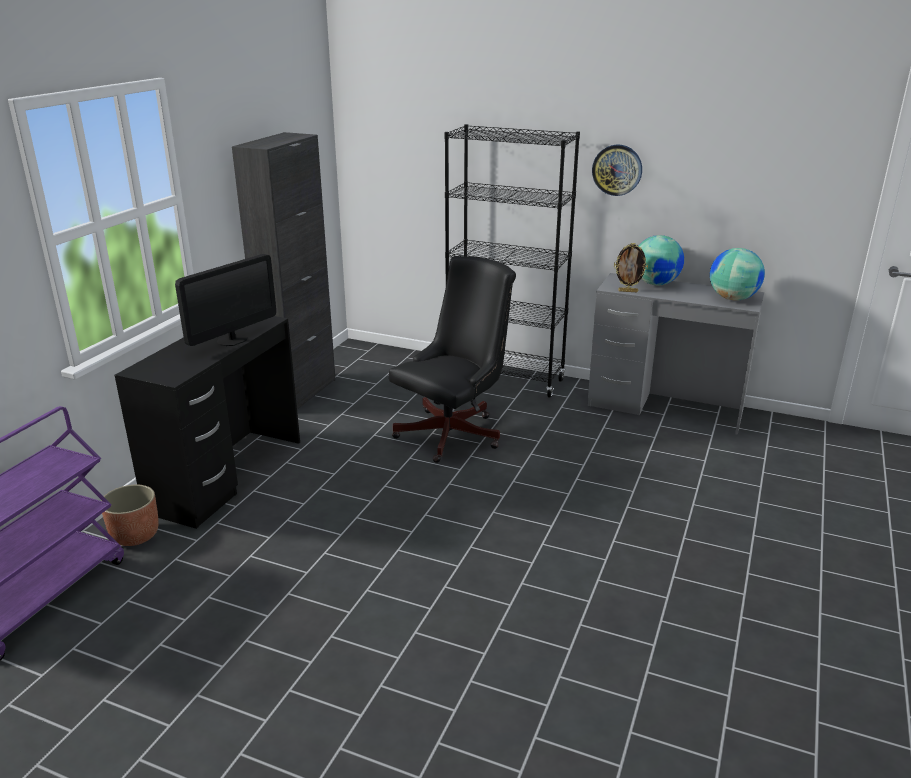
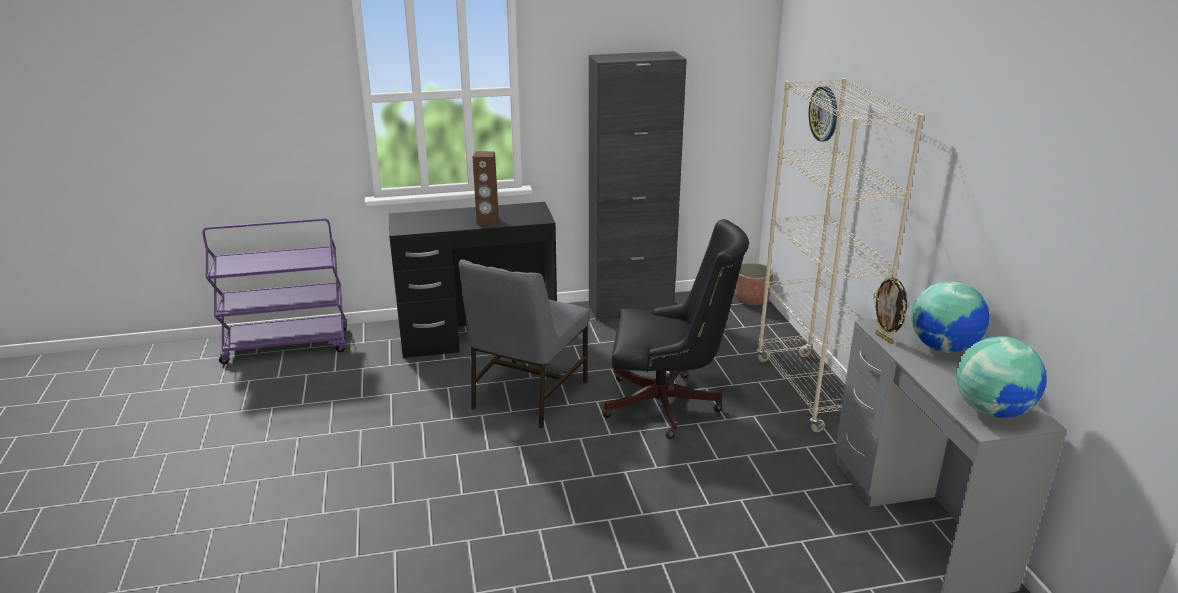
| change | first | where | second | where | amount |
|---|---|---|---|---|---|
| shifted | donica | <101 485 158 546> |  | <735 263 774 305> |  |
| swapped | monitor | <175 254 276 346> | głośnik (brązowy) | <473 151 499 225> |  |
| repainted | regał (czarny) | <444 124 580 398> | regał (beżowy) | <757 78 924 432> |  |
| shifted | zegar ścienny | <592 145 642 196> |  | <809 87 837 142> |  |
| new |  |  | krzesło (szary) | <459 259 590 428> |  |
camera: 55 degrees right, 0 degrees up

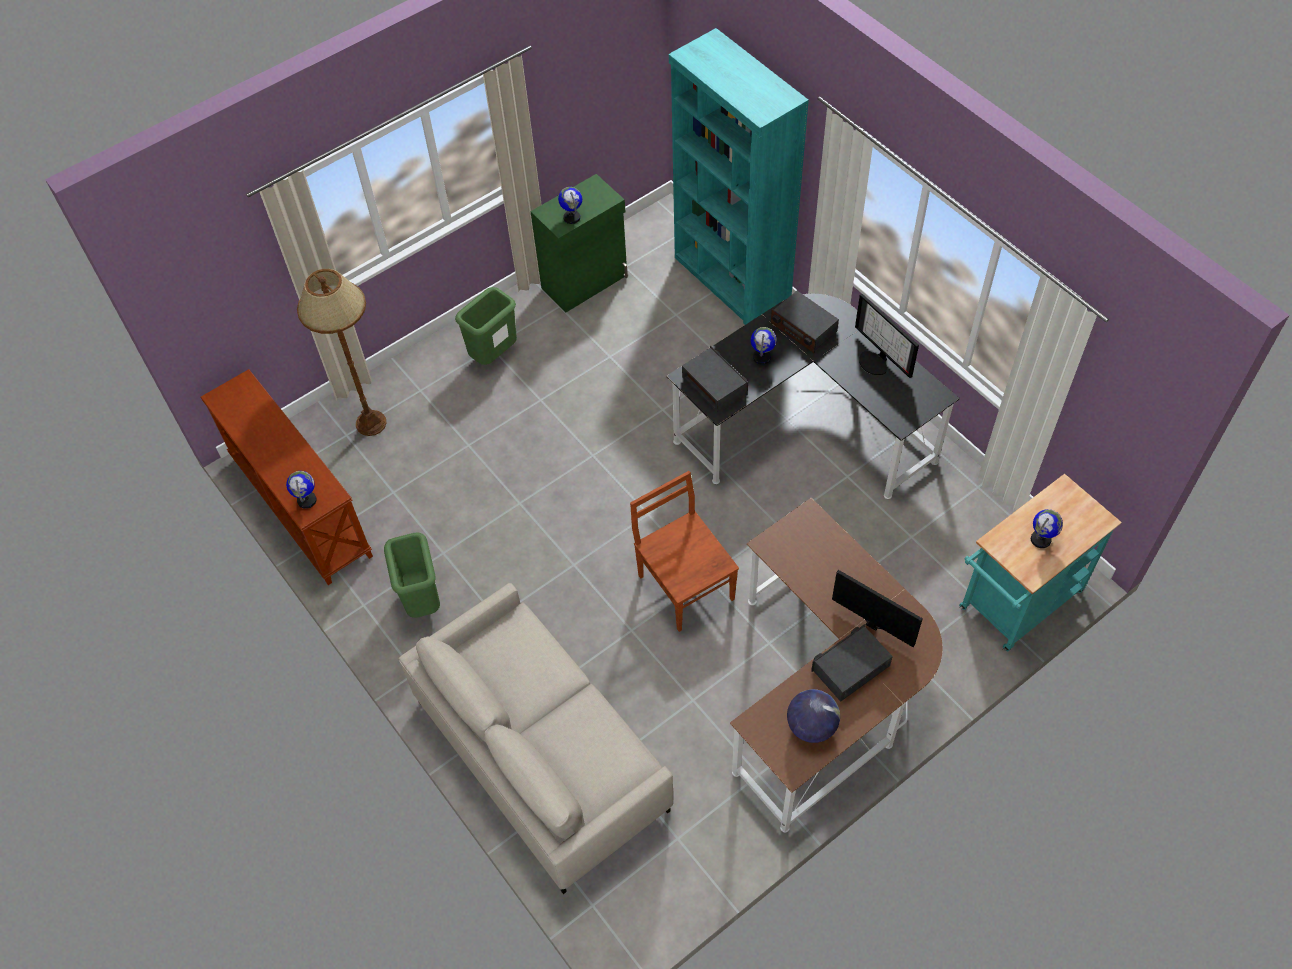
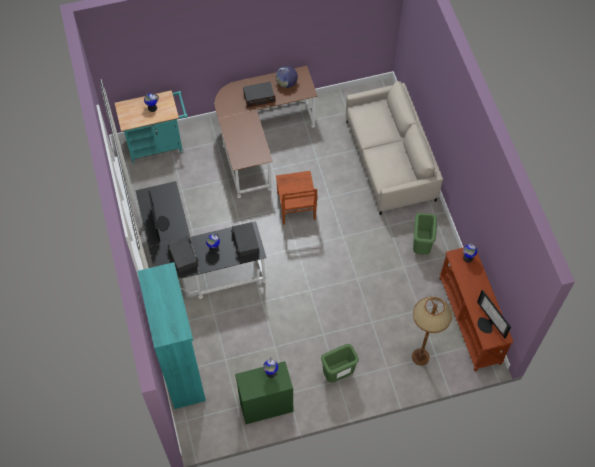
| change | first | where | second | where | amount |
|---|---|---|---|---|---|
| shifted | monitor | <832 570 923 647> |  | <477 290 511 338> |  |
camera: 160 degrees left, 5 degrees up

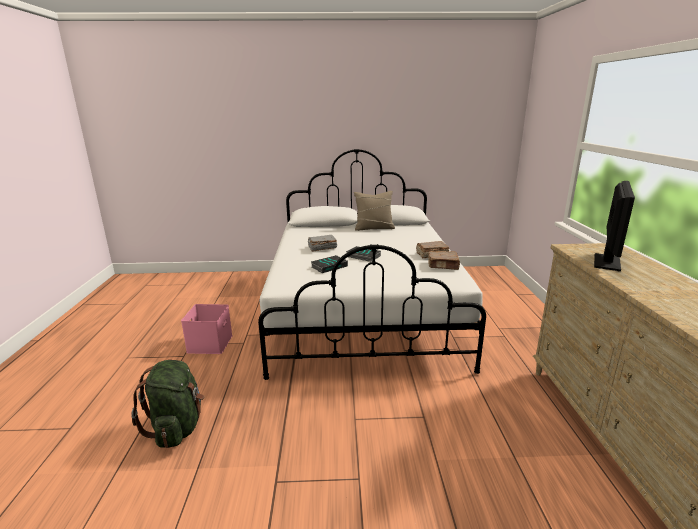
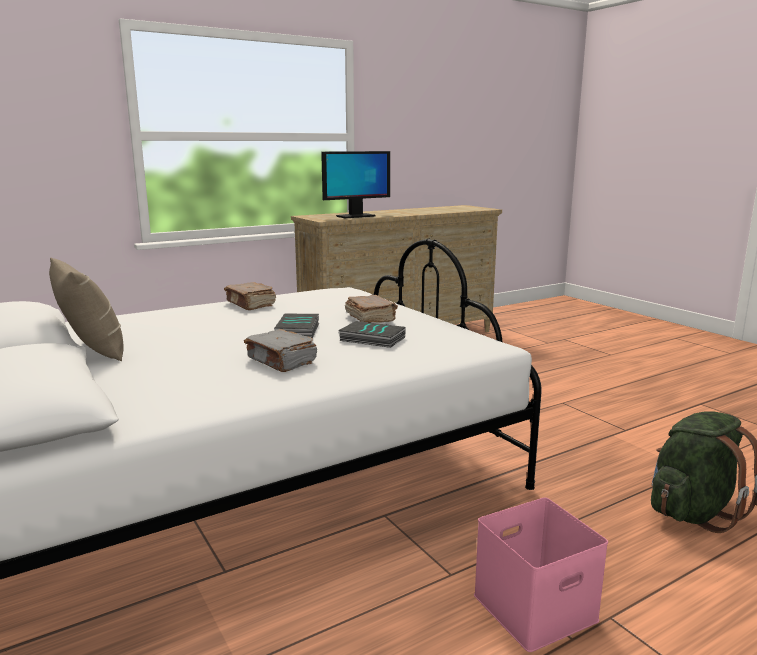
| change | first | where | second | where | amount |
|---|---|---|---|---|---|
| shifted | książka (brązowy) | <428 251 460 270> |  | <345 295 398 323> |  |
| rotated | monitor | <594 181 635 271> |  | <321 151 390 218> | 150 degrees clockwise |
camera: 120 degrees left, 5 degrees down

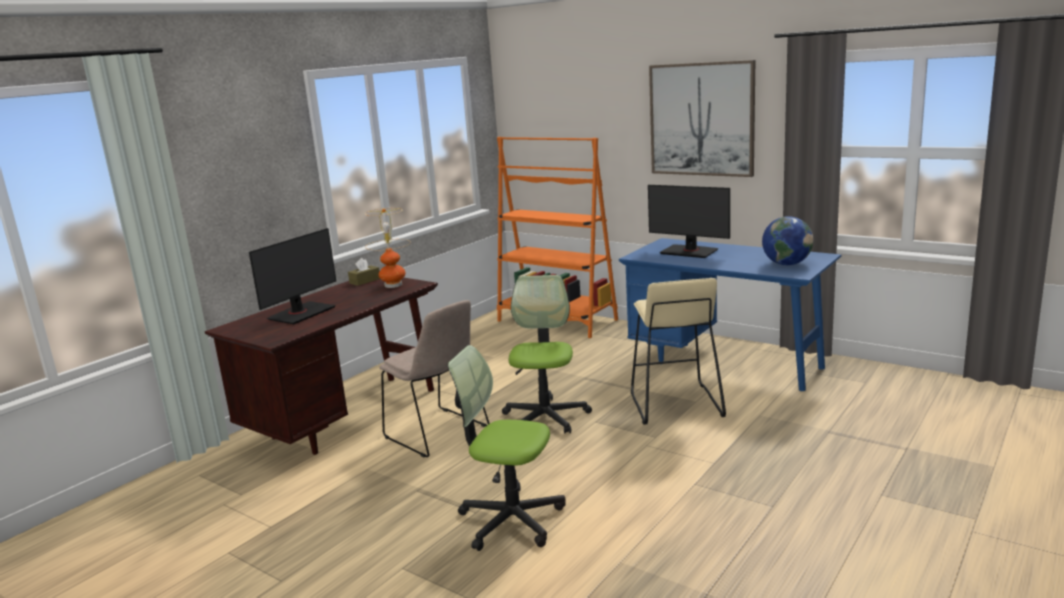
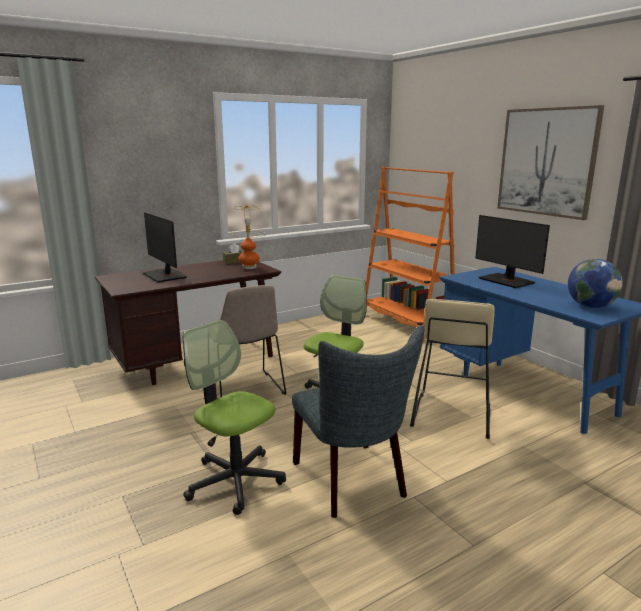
| change | first | where | second | where | amount |
|---|---|---|---|---|---|
| rotated | monitor | <249 228 336 324> |  | <142 212 187 282> | 90 degrees clockwise |
| new |  |  | krzesło (szary) | <292 325 424 518> |  |
camera: 20 degrees right, 0 degrees up

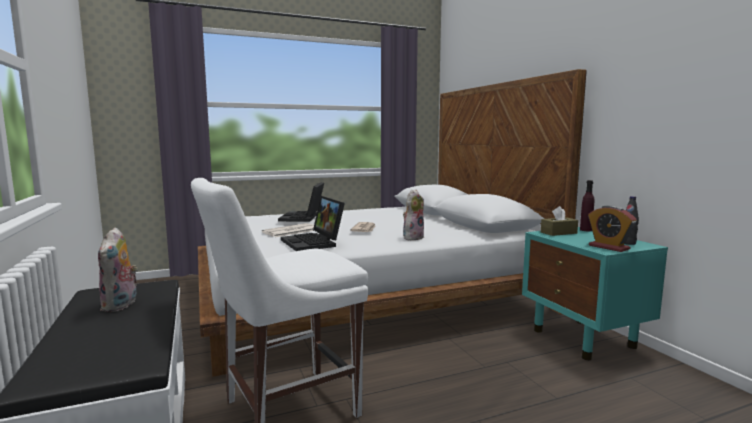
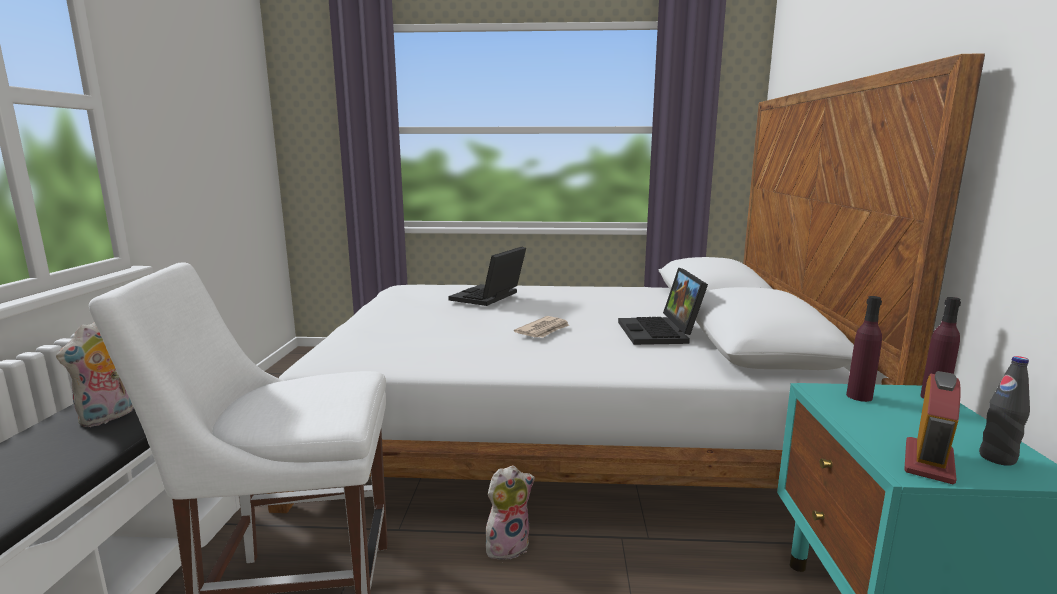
| change | first | where | second | where | amount |
|---|---|---|---|---|---|
| gone | gazeta | <262 223 314 237> |  |  |  |
| shifted | laptop | <281 196 345 251> |  | <618 268 708 345> |  |
| shifted | pluszak | <403 189 424 241> |  | <486 465 535 561> |  |
| swapped | pudełko chusteczek (brązowy) | <541 206 578 236> | butelka (fioletowy) | <846 296 882 402> |  |
| rotated | budzik | <588 205 637 252> |  | <904 371 961 484> | 135 degrees counterclockwise |
camera: 25 degrees right, 5 degrees up

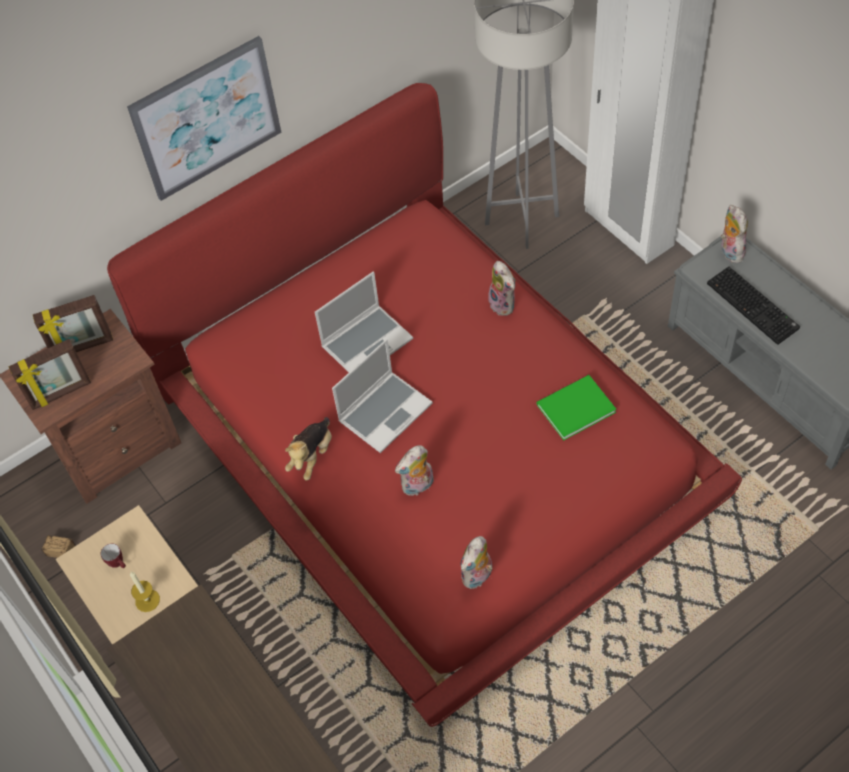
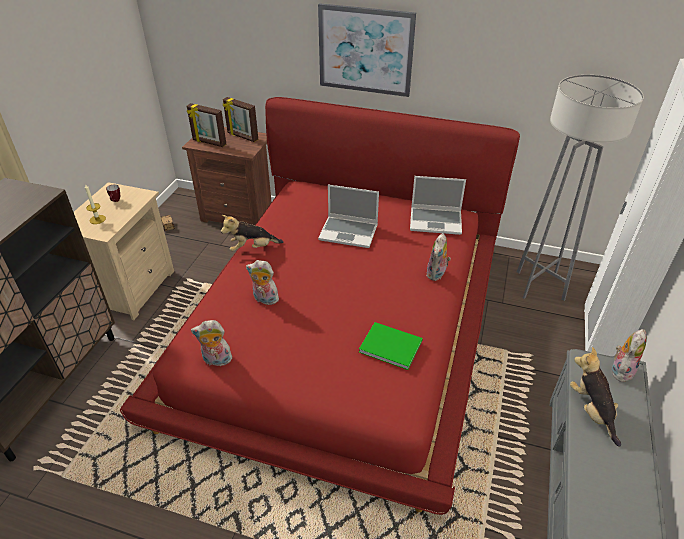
| change | first | where | second | where | amount |
|---|---|---|---|---|---|
| shifted | laptop | <332 339 433 453> |  | <410 176 466 235> |  |
| swapped | klawiatura | <707 266 800 345> | pluszak | <570 347 621 447> |  |
camera: 50 degrees right, 15 degrees down

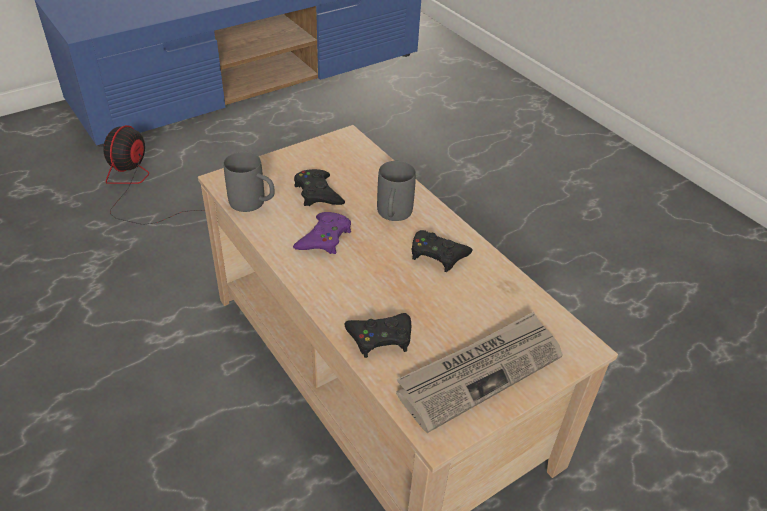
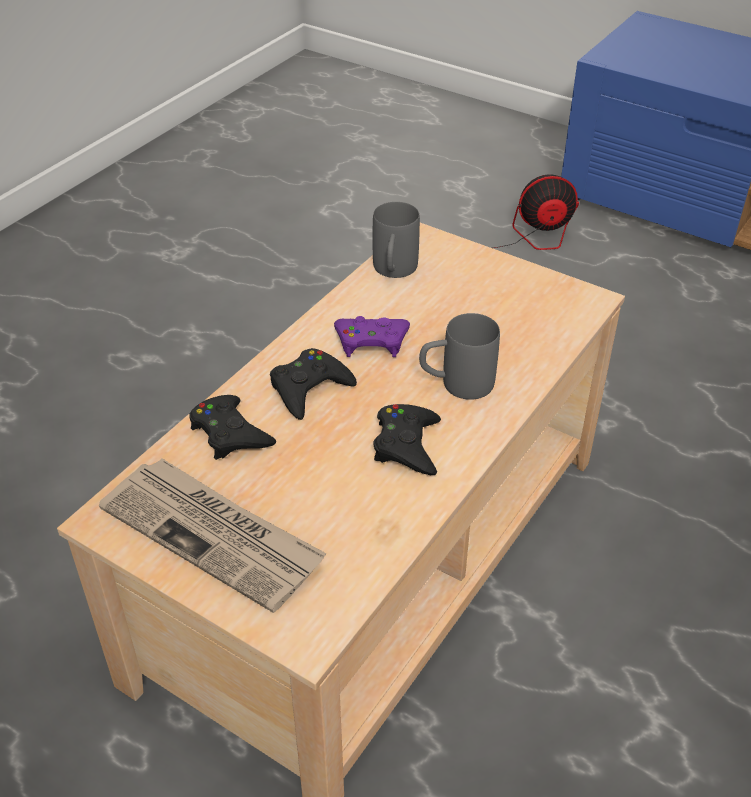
| change | first | where | second | where | amount |
|---|---|---|---|---|---|
| shifted | pad do gier (czarny) | <294 169 345 206> |  | <270 348 357 420> |  |
camera: 70 degrees right, 0 degrees up

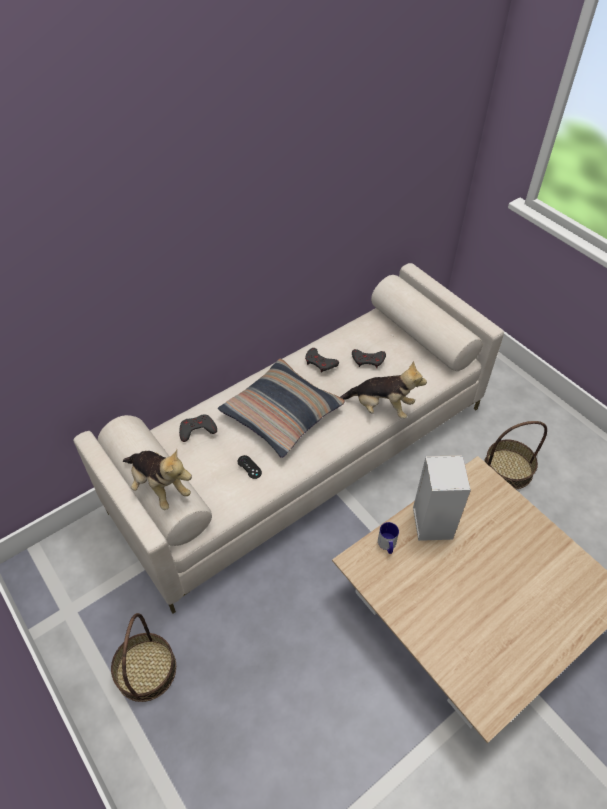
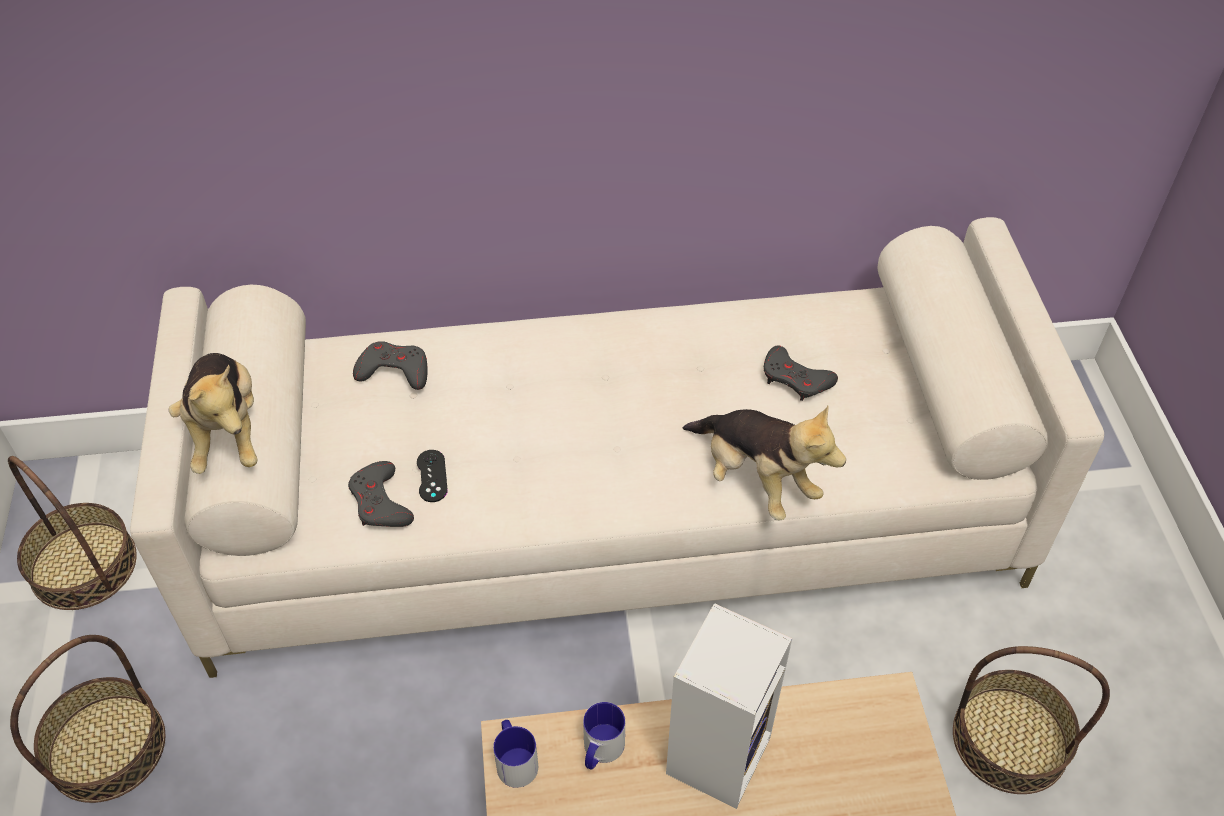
| change | first | where | second | where | amount |
|---|---|---|---|---|---|
| gone | poduszka | <218 359 345 458> |  |  |  |
| shifted | pad do gier (szary) | <305 348 339 373> |  | <348 461 414 527> |  |
| new |  |  | koszyk | <8 456 137 610> |  |
| new |  |  | kubek | <493 720 538 788> |  |
camera: 30 degrees right, 0 degrees up

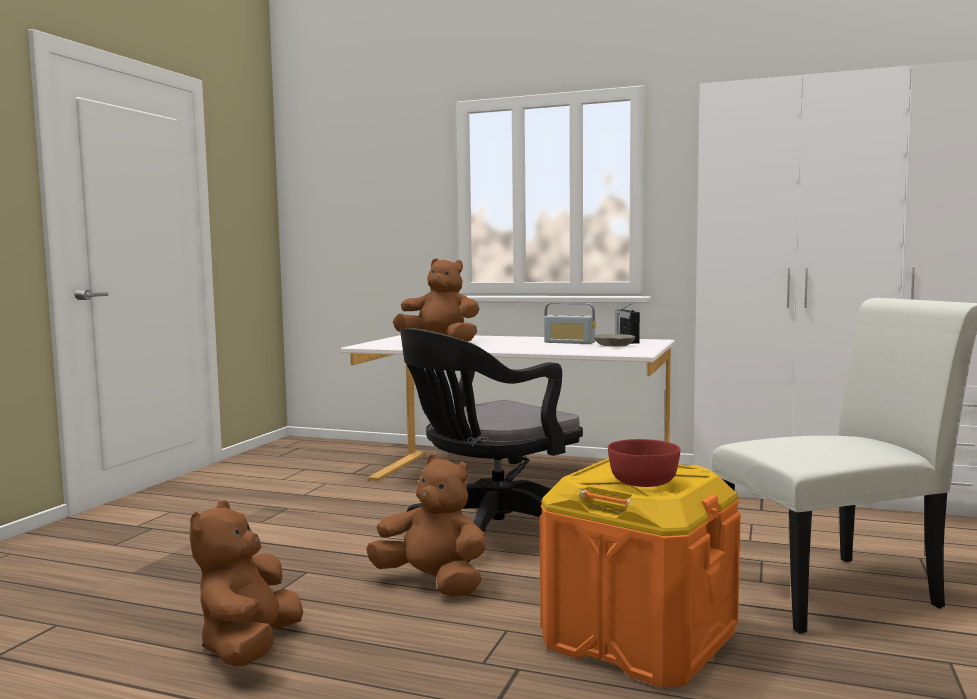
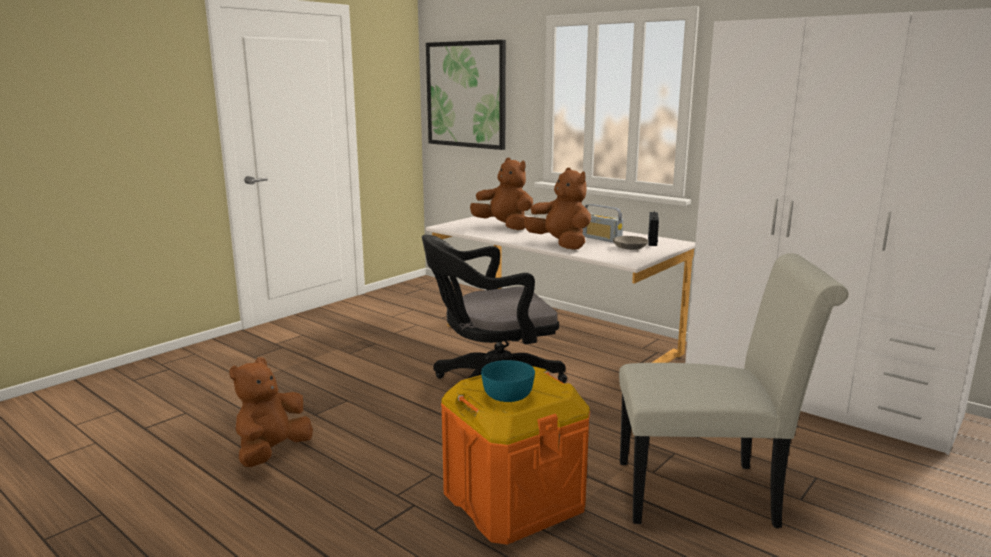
| change | first | where | second | where | amount |
|---|---|---|---|---|---|
| shifted | pluszak (brązowy) | <366 454 486 597> |  | <524 167 591 250> |  |
| repainted | miska (czerwony) | <608 439 680 487> | miska (turkusowy) | <481 360 535 402> |  |
| new |  |  | obraz | <426 40 506 150> |  |
camera: 20 degrees right, 10 degrees up

